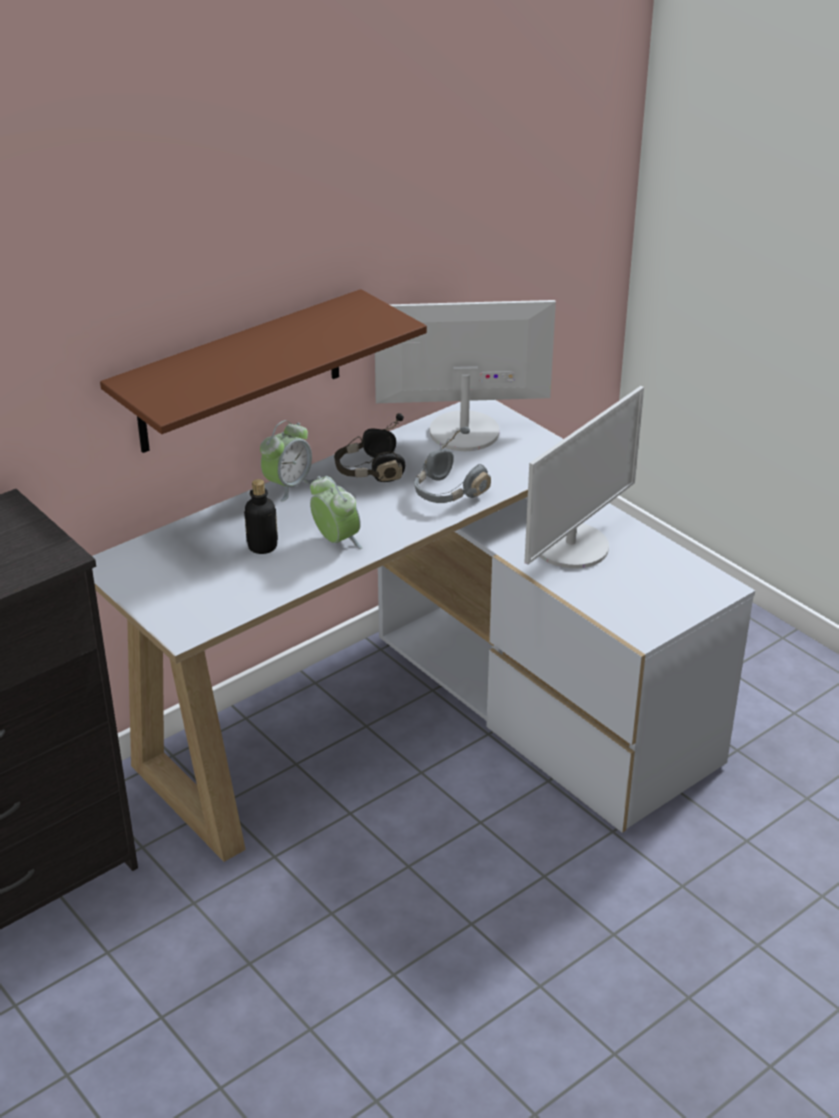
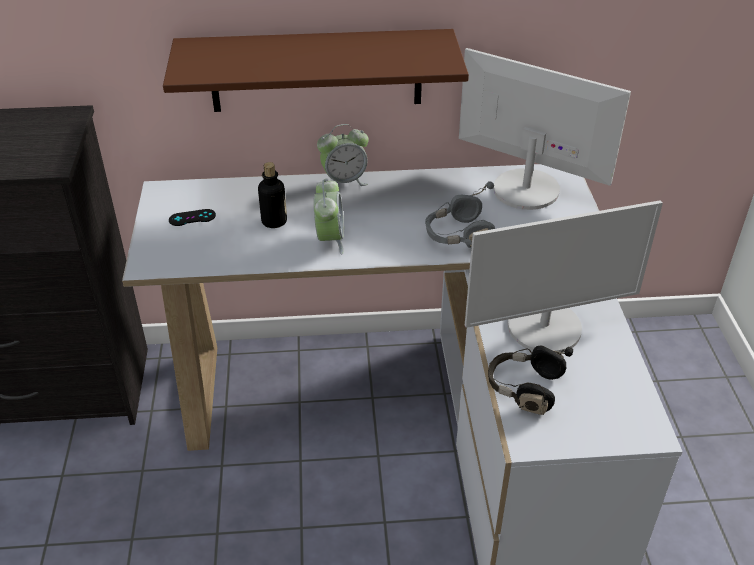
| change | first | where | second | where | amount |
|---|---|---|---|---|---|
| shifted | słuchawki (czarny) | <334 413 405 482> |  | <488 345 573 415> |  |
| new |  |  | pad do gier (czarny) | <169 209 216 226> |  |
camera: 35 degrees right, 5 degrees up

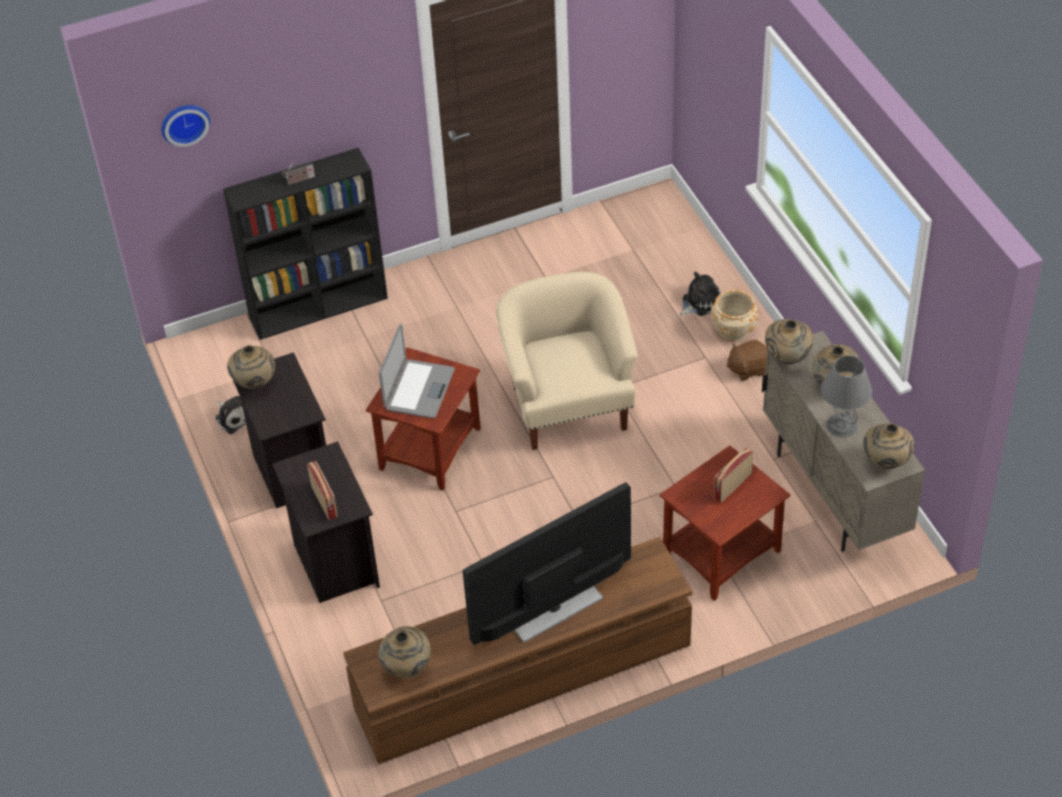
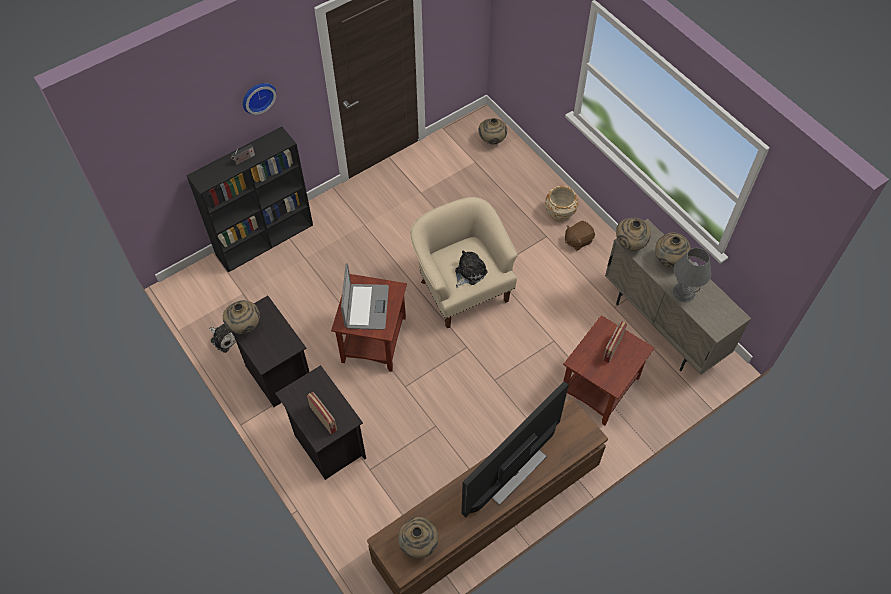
| change | first | where | second | where | amount |
|---|---|---|---|---|---|
| shifted | zegar ścienny | <162 105 210 147> |  | <243 83 276 115> |  |
| shifted | pluszak | <680 272 721 316> |  | <455 251 488 288> |  |
| shifted | wazon (beżowy) | <863 423 914 469> |  | <479 118 507 145> |  |
camera: 15 degrees left, 10 degrees up

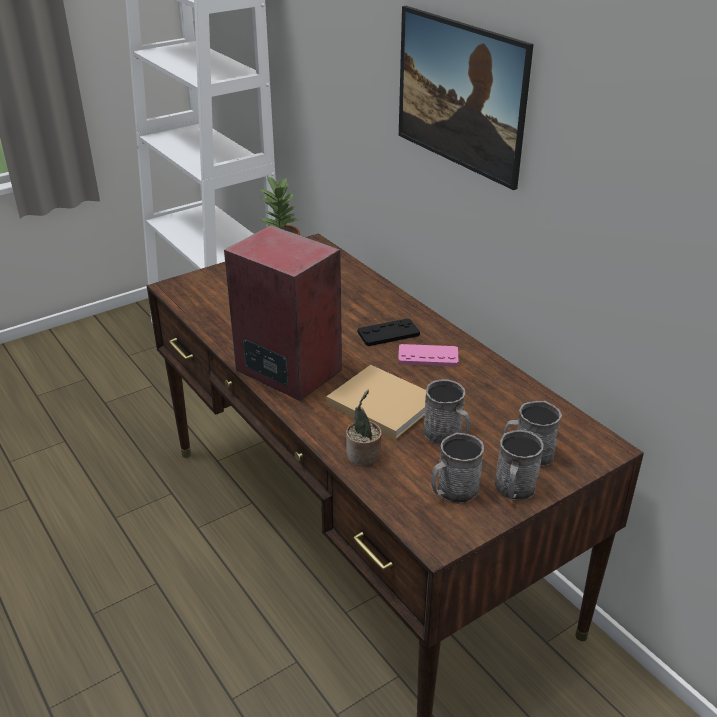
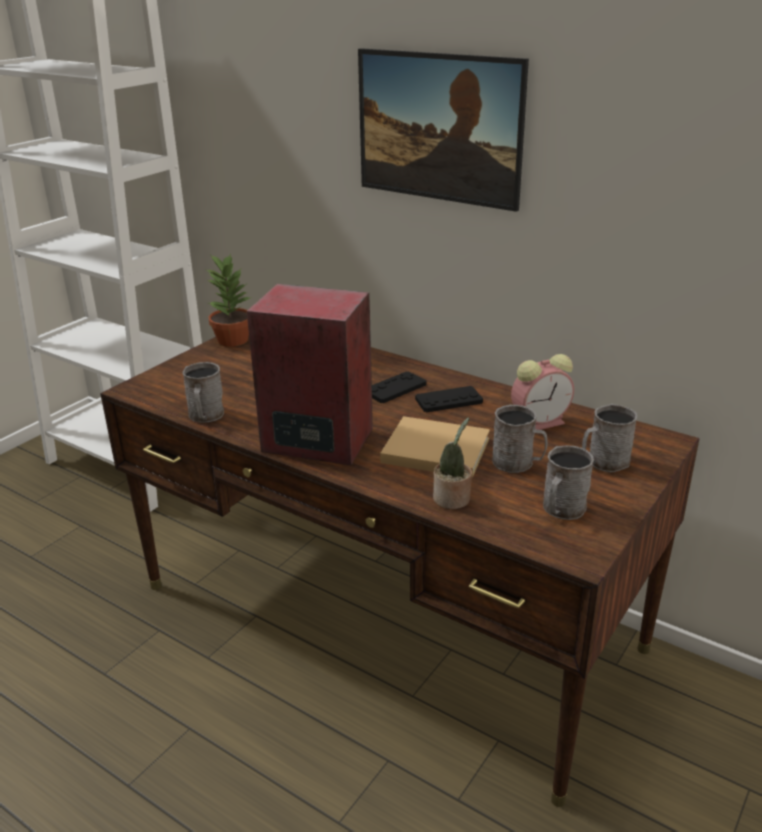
| change | first | where | second | where | amount |
|---|---|---|---|---|---|
| repainted | pad do gier (różowy) | <398 344 459 367> | pad do gier (czarny) | <415 386 483 413> |  |
| shifted | kubek (szary) | <495 430 544 501> |  | <183 362 224 423> |  |
| new |  |  | budzik | <511 354 574 430> |  |
camera: 20 degrees left, 5 degrees down

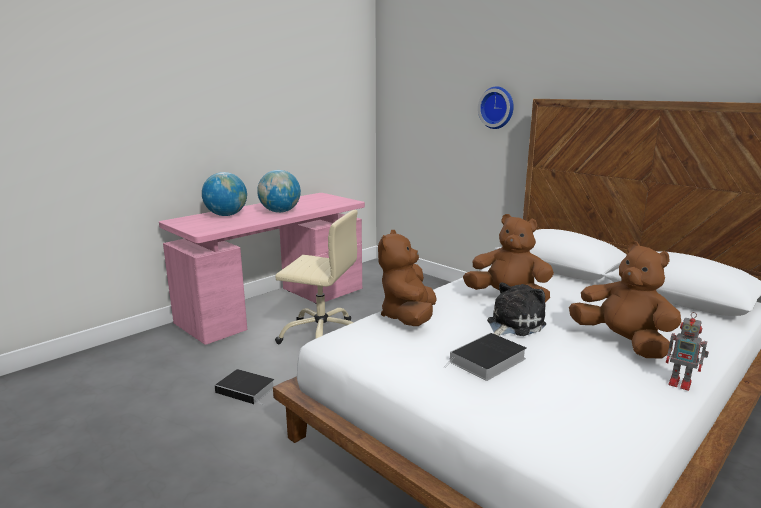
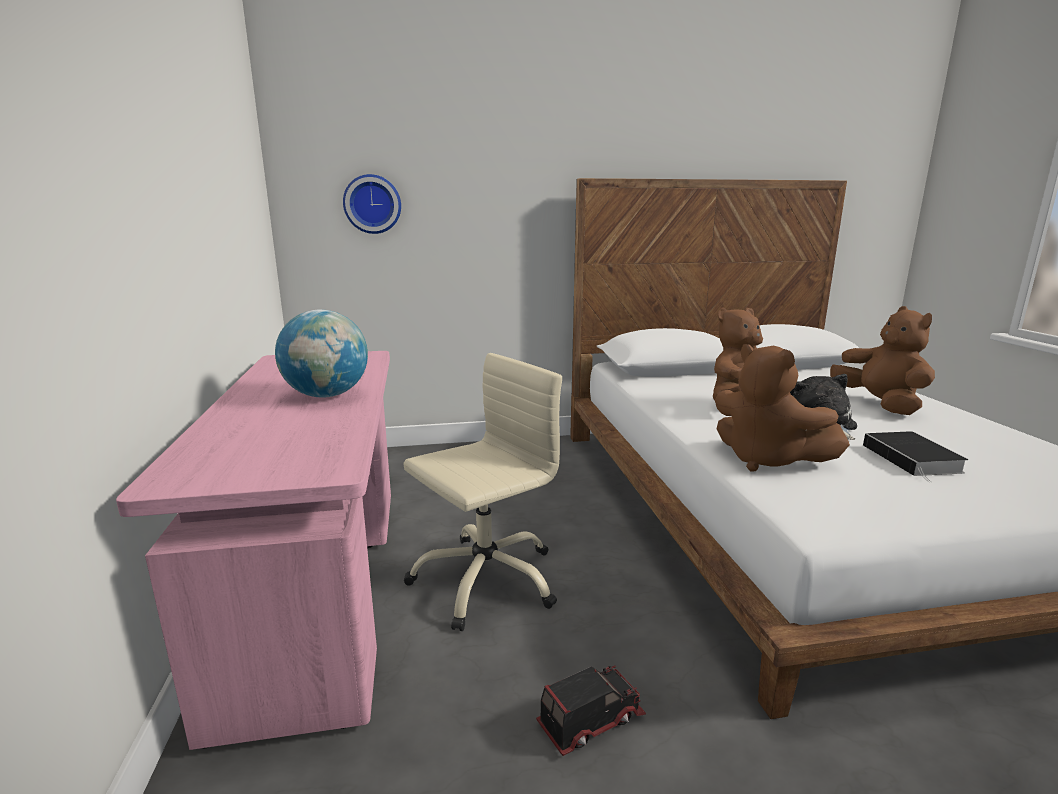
| change | first | where | second | where | amount |
|---|---|---|---|---|---|
| gone | globus | <202 172 247 216> |  |  |  |
| swapped | książka | <215 369 274 405> | ciężarówka zabawkowa | <536 665 646 756> |  |
| shifted | zegar ścienny | <478 86 514 129> |  | <343 174 401 234> |  |
| rotated | pluszak (brązowy) | <569 242 681 359> |  | <830 306 935 415> | 75 degrees clockwise |
| gone | robot zabawkowy | <666 312 709 391> |  |  |  |
camera: 55 degrees left, 0 degrees up

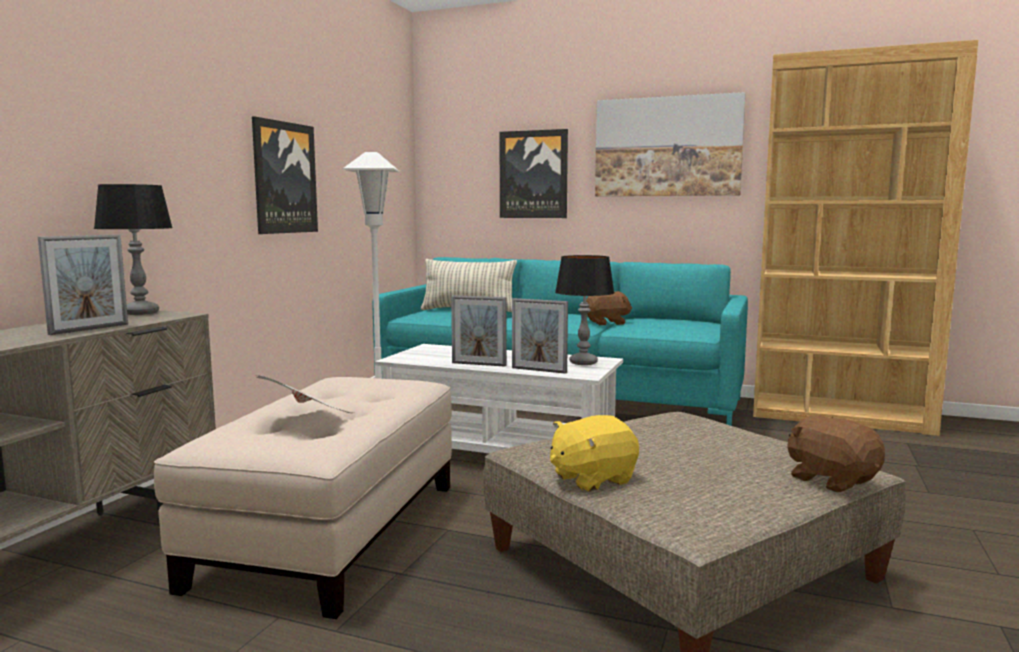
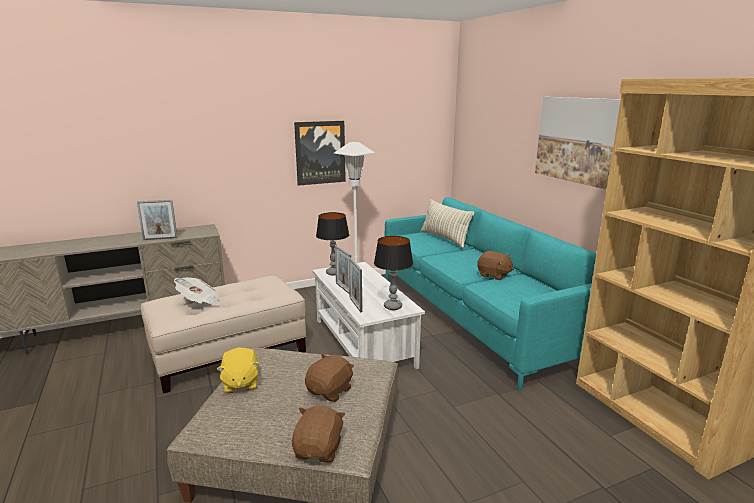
| change | first | where | second | where | amount |
|---|---|---|---|---|---|
| shifted | lampa stołowa | <94 184 173 315> |  | <316 212 349 275> |  |
| gone | obraz | <500 129 568 218> |  |  |  |
| rotated | pluszak (żółty) | <550 415 639 491> |  | <217 348 259 394> | 120 degrees counterclockwise |
| new |  |  | pluszak (brązowy) | <305 354 354 402> |  |
camera: 45 degrees right, 10 degrees up

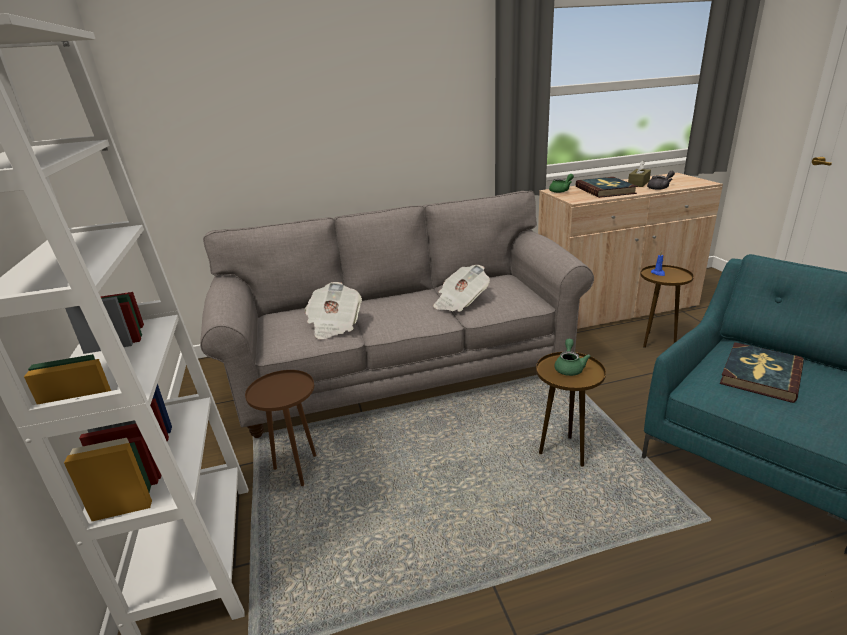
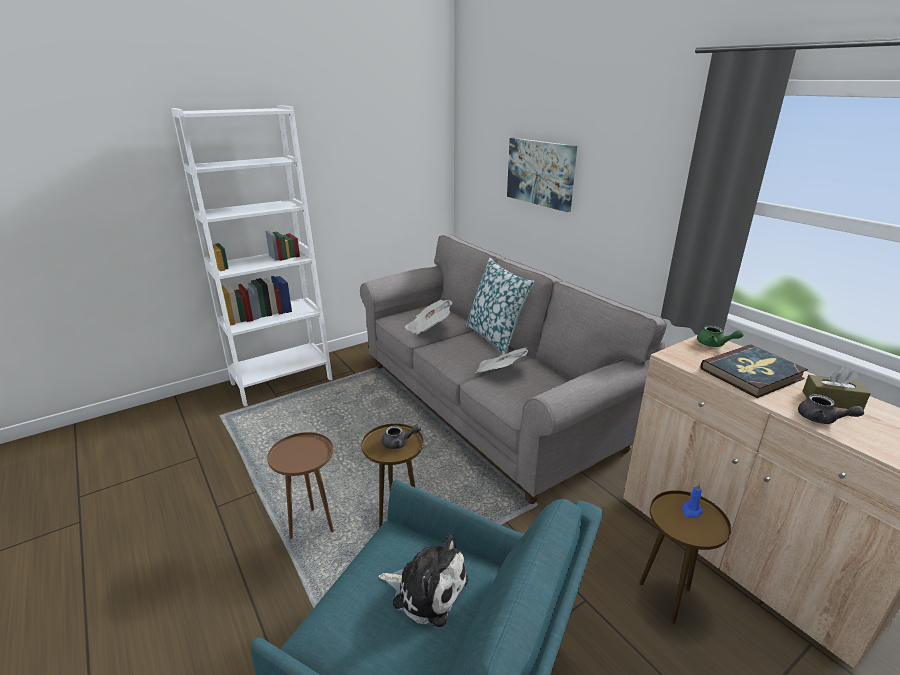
| change | first | where | second | where | amount |
|---|---|---|---|---|---|
| shifted | stolik (brązowy) | <245 370 317 486> |  | <267 432 334 539> |  |
| repainted | imbryk (zielony) | <554 339 591 376> | imbryk (szary) | <382 424 421 449> |  |
| swapped | książka | <720 342 804 403> | pluszak | <379 534 468 627> |  |
| new |  |  | poduszka | <465 258 534 355> |  |
| new |  |  | obraz | <507 138 577 212> |  |
camera: 70 degrees right, 0 degrees up

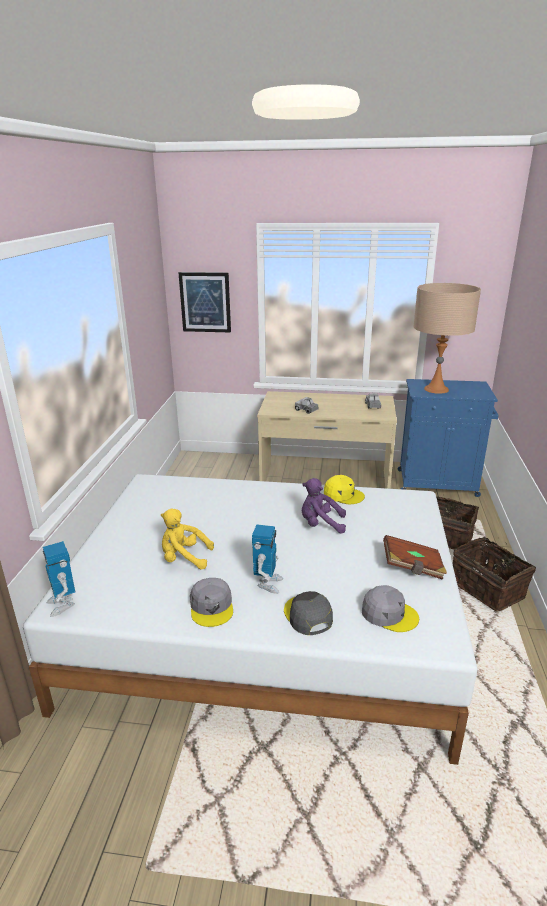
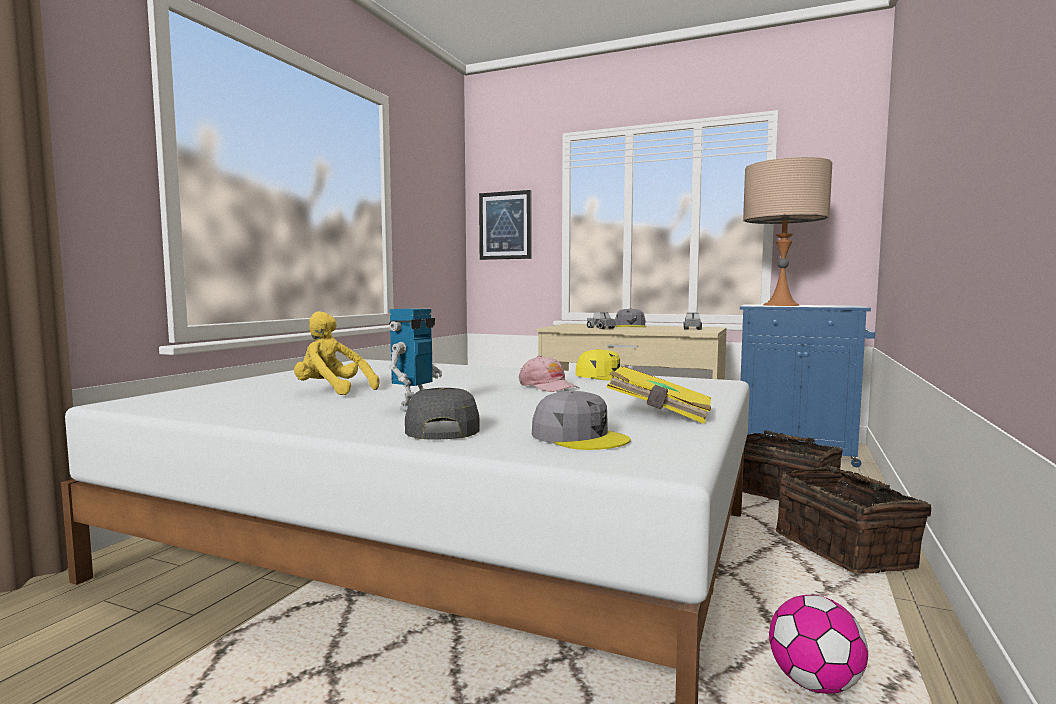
| change | first | where | second | where | amount |
|---|---|---|---|---|---|
| gone | robot zabawkowy | <43 541 75 617> |  |  |  |
| shifted | czapka z daszkiem (szary) | <190 578 233 627> |  | <615 308 646 327> |  |
| swapped | pluszak (fioletowy) | <302 478 346 534> | czapka z daszkiem (różowy) | <519 356 579 392> |  |
| repainted | książka (brązowy) | <383 535 447 580> | książka (żółty) | <606 366 711 424> |  |
| new |  |  | piłka futbolowa | <769 595 868 694> |  |
camera: 15 degrees right, 20 degrees down

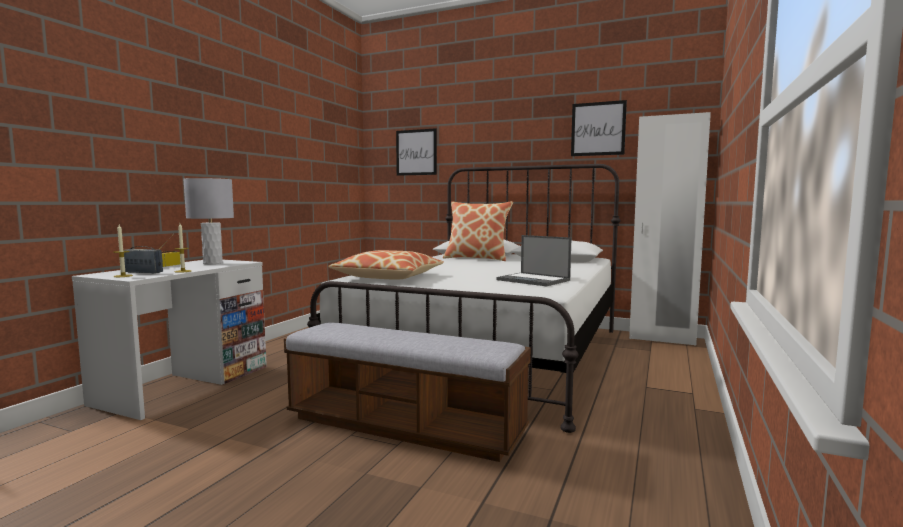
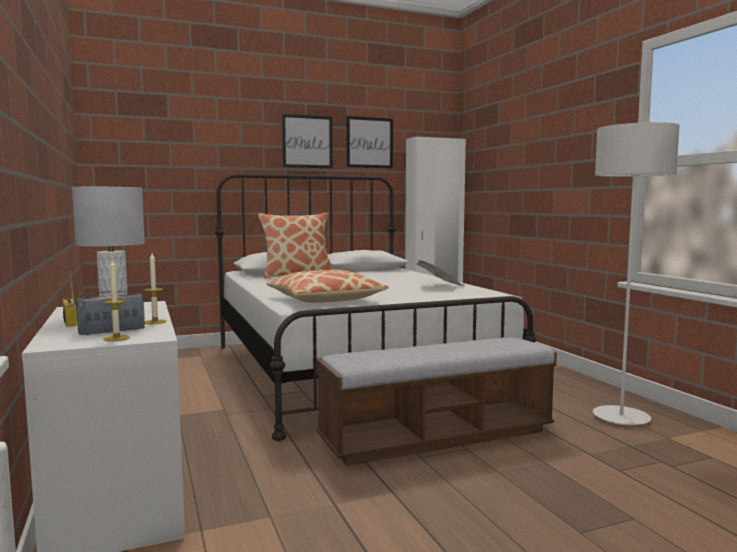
| change | first | where | second | where | amount |
|---|---|---|---|---|---|
| shifted | obraz | <396 128 437 176> |  | <282 114 333 169> |  |
| swapped | laptop | <496 235 571 286> | gazeta | <416 260 465 286> |  |
| new |  |  | lampa stojąca (szary) | <593 122 680 425> |  |
camera: 45 degrees left, 0 degrees up

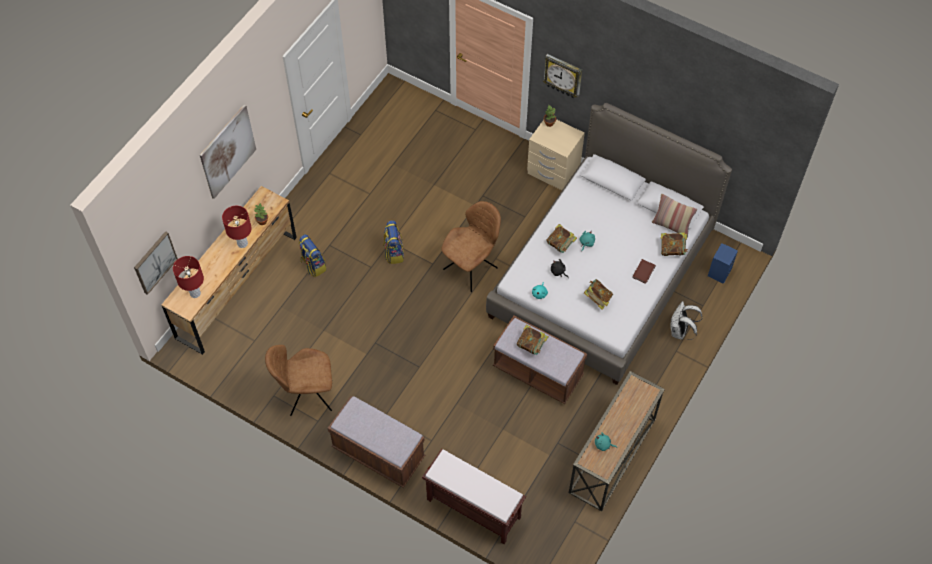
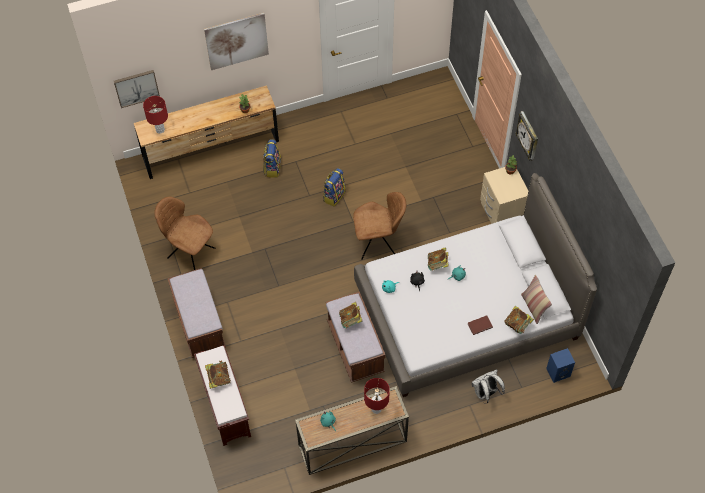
| change | first | where | second | where | amount |
|---|---|---|---|---|---|
| shifted | lampa stołowa (czerwony) | <222 206 252 248> |  | <364 378 390 414> |  |
| shifted | książka | <584 279 613 310> |  | <205 360 231 389> |  |
camera: 40 degrees right, 0 degrees up

